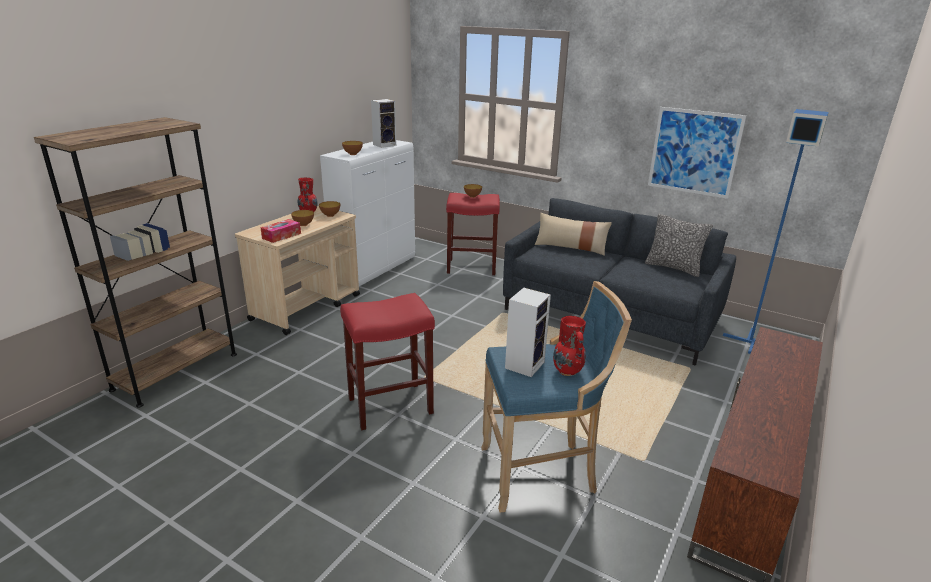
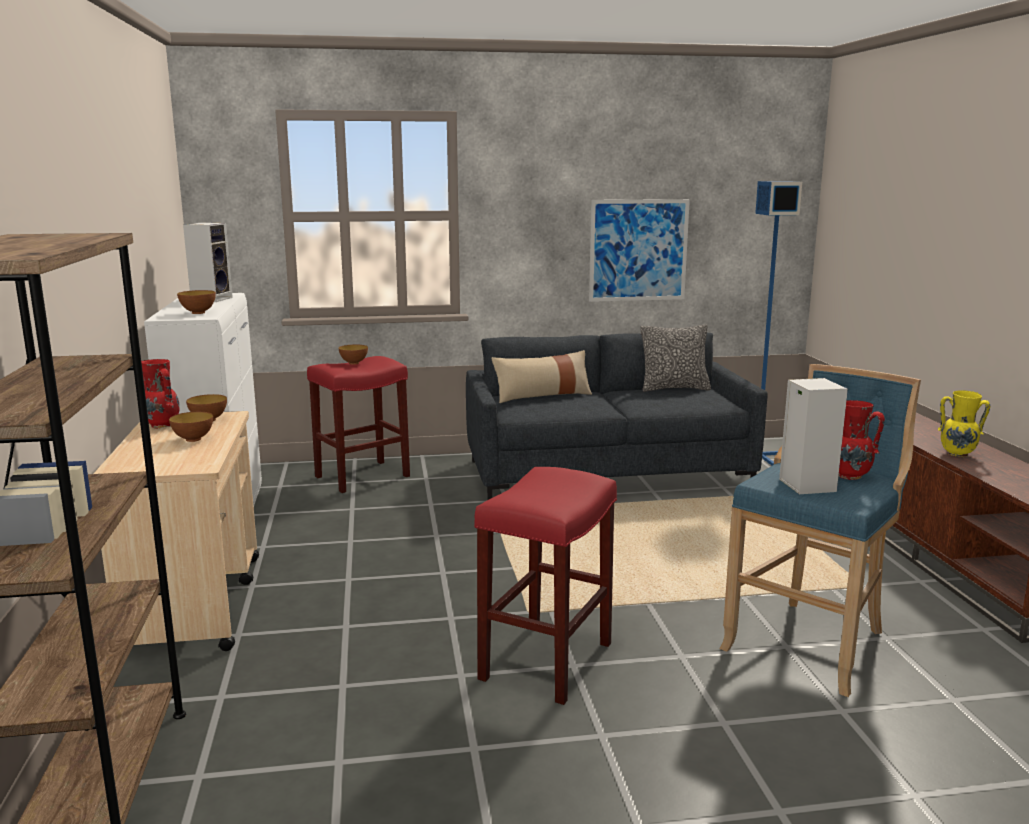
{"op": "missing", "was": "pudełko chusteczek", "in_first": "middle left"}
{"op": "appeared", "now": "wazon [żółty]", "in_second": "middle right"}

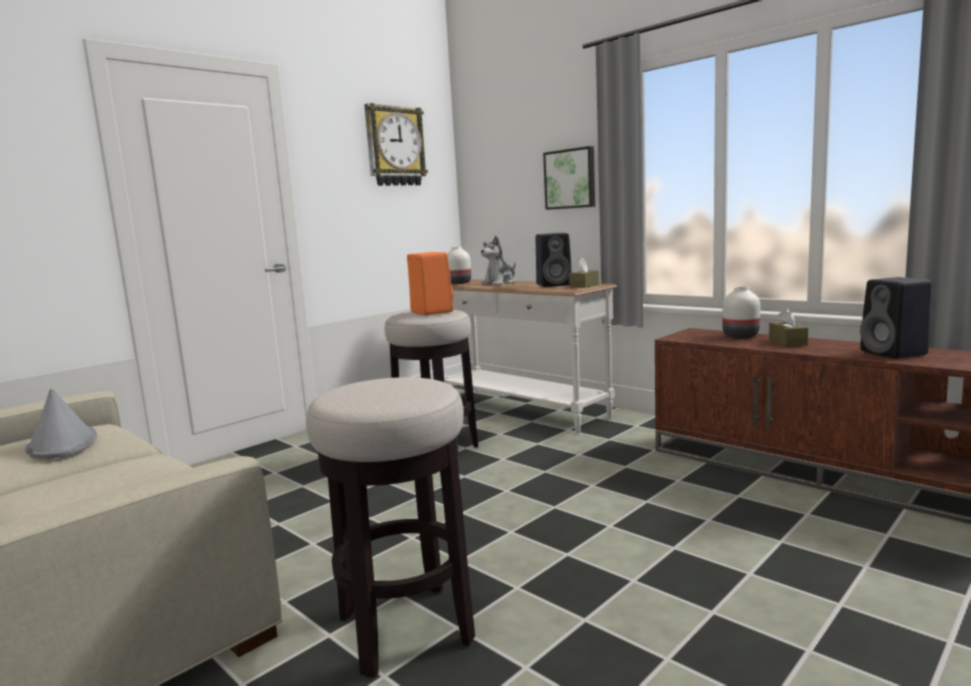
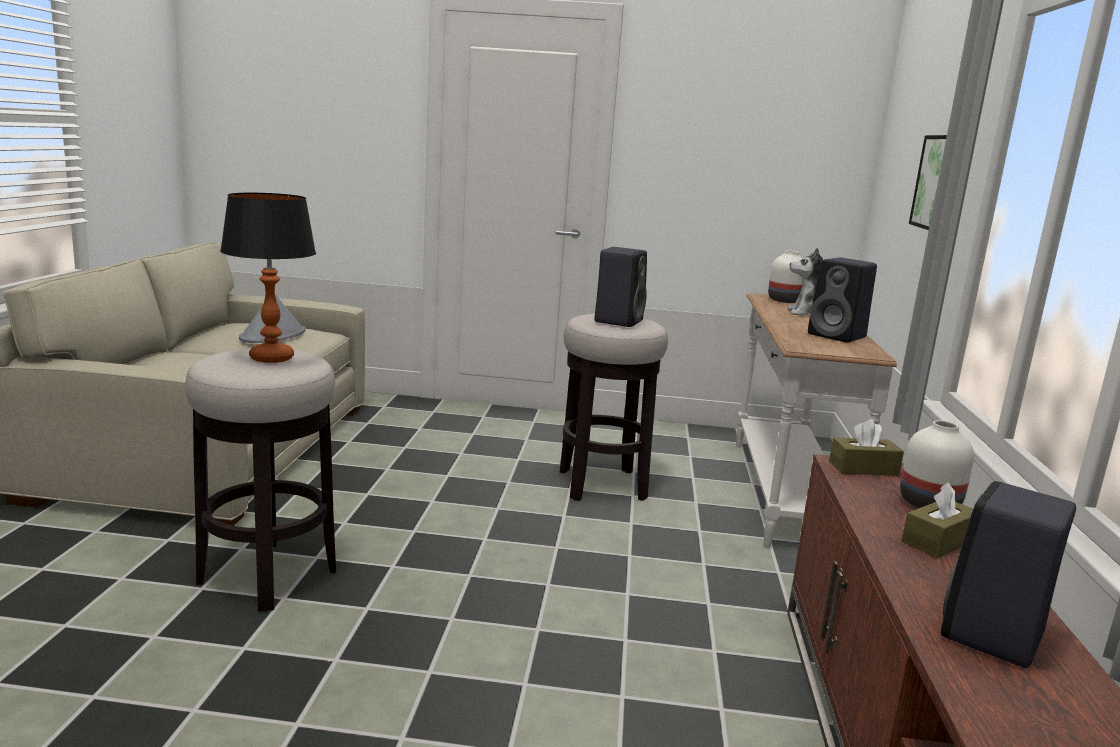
{"op": "missing", "was": "zegar ścienny", "in_first": "top centre"}
{"op": "appeared", "now": "lampa stołowa", "in_second": "middle left"}
{"op": "relocated", "was": "pudełko chusteczek [brązowy] (no. 1 from left)", "in_first": "centre", "in_second": "middle right"}
{"op": "colour", "was": "głośnik [pomarańczowy]", "now": "głośnik [czarny] (no. 1 from left)", "in_first": "centre", "in_second": "centre"}

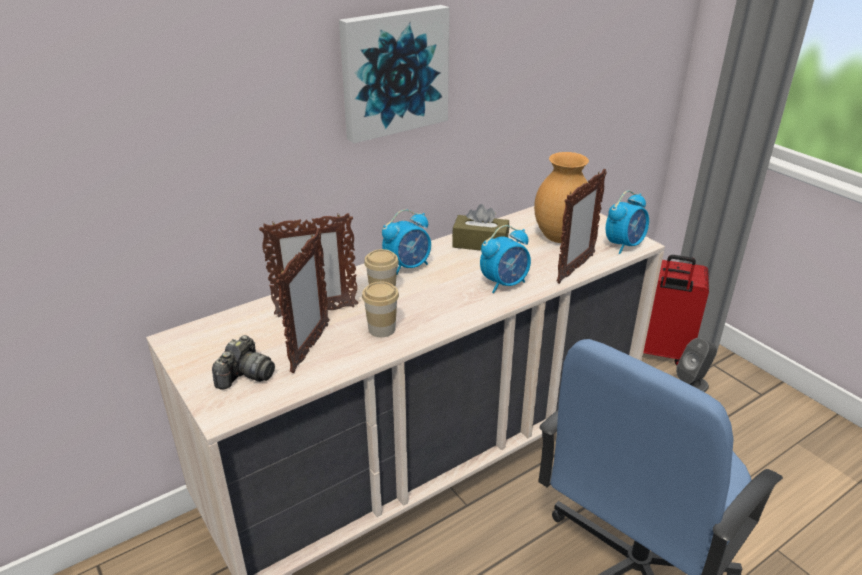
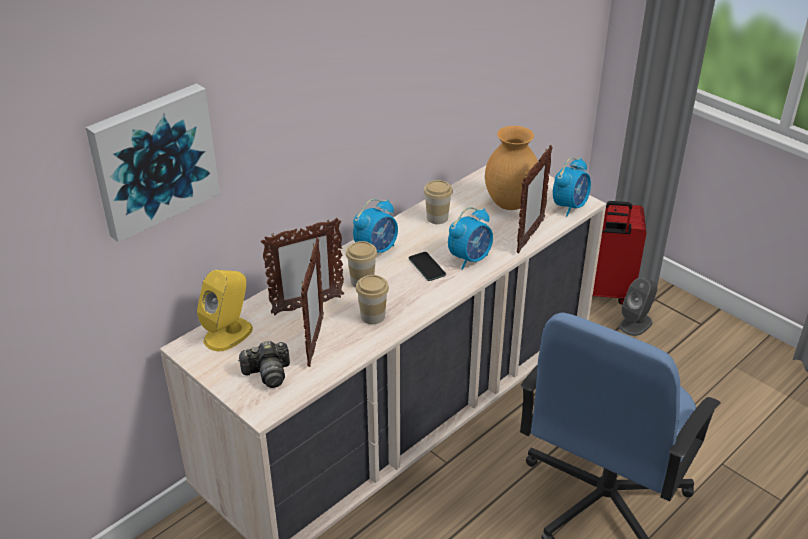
{"op": "appeared", "now": "głośnik [żółty]", "in_second": "middle left"}
{"op": "appeared", "now": "telefon", "in_second": "centre"}
{"op": "relocated", "was": "obraz", "in_first": "top centre", "in_second": "top left"}
{"op": "exchanged", "was": "pudełko chusteczek [brązowy]", "now": "filiżanka (no. 3 from left)", "in_first": "centre", "in_second": "centre"}
{"op": "spun", "was": "aparat fotograficzny", "in_first": "middle left", "in_second": "bottom left", "clockwise": 60}

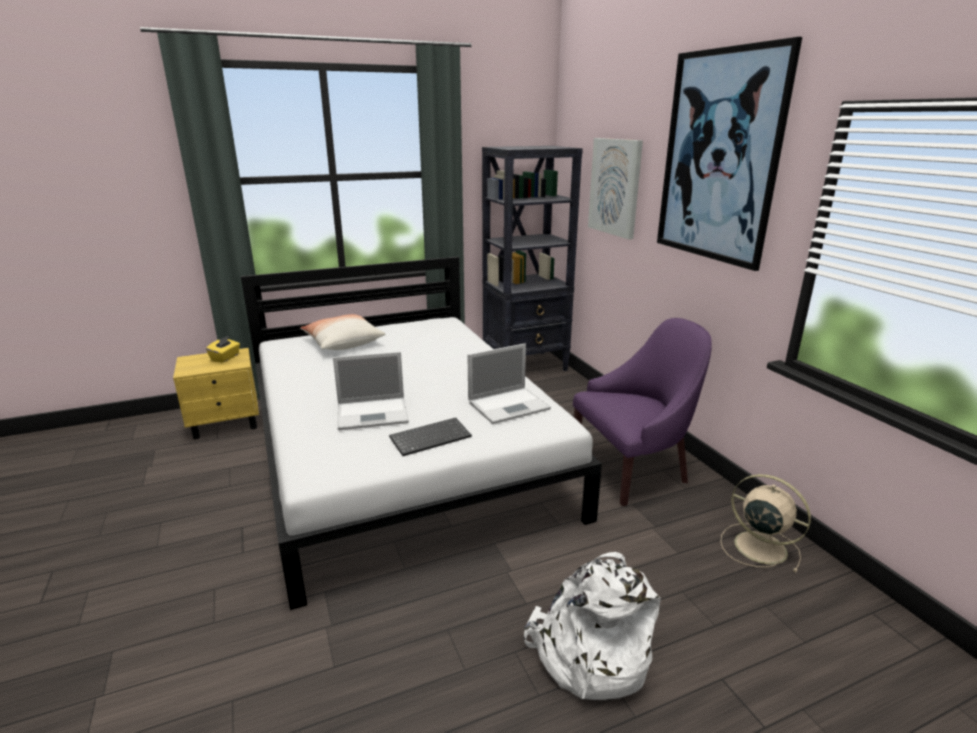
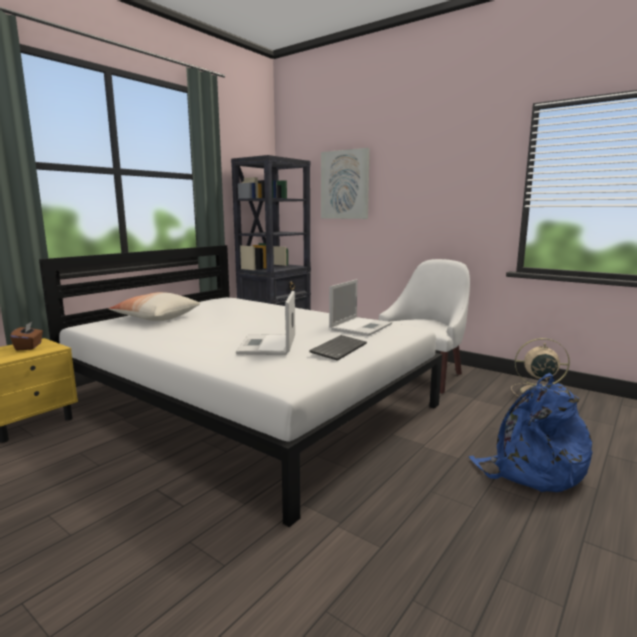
{"op": "missing", "was": "obraz (no. 2 from left)", "in_first": "top right"}
{"op": "colour", "was": "pudełko chusteczek [żółty]", "now": "pudełko chusteczek [brązowy]", "in_first": "middle left", "in_second": "middle left"}
{"op": "colour", "was": "plecak [biały]", "now": "plecak [niebieski]", "in_first": "bottom centre", "in_second": "bottom right"}
{"op": "colour", "was": "fotel [fioletowy]", "now": "fotel [biały]", "in_first": "centre", "in_second": "centre"}
{"op": "spun", "was": "laptop (no. 1 from left)", "in_first": "centre", "in_second": "centre", "clockwise": 135}

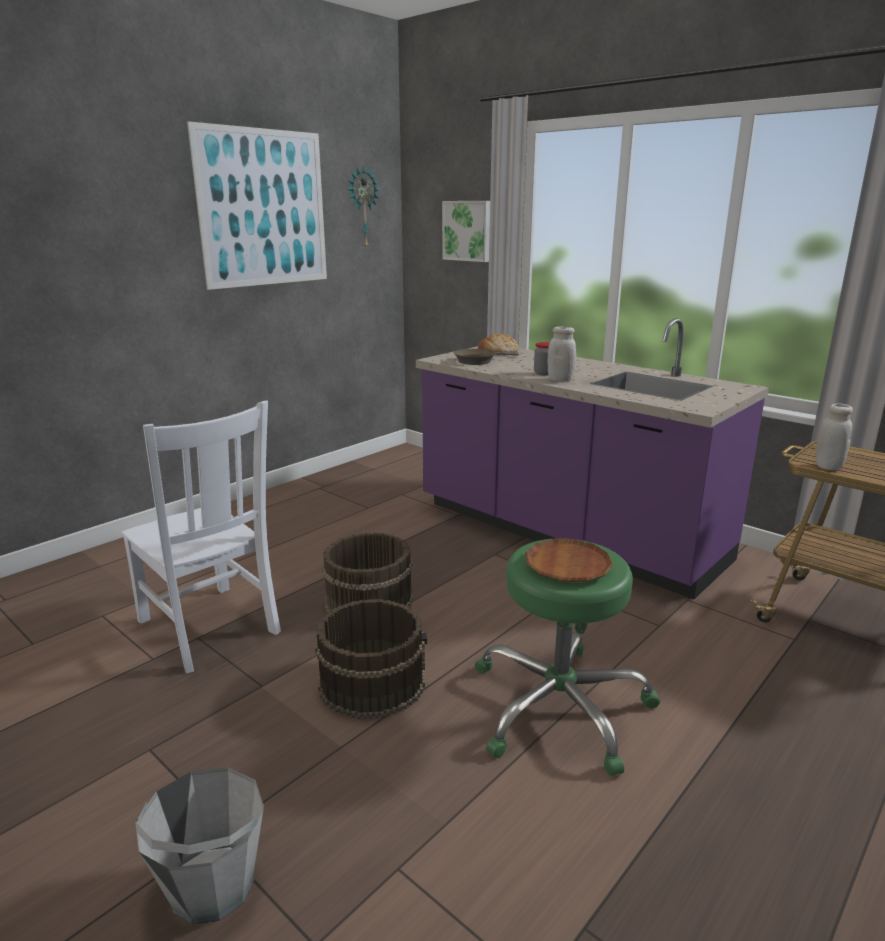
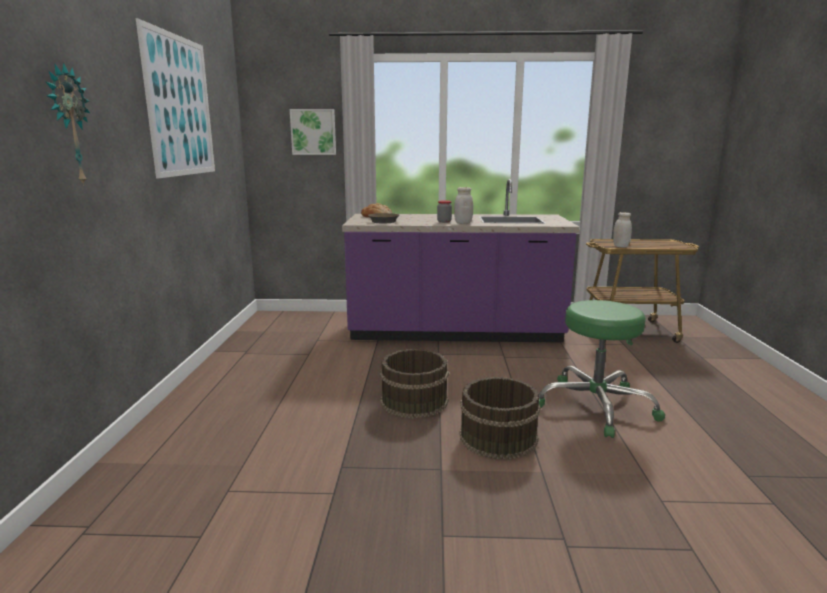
{"op": "missing", "was": "krzesło [biały]", "in_first": "middle left"}
{"op": "missing", "was": "wiadro [szary]", "in_first": "bottom left"}
{"op": "missing", "was": "talerz [brązowy]", "in_first": "centre"}
{"op": "relocated", "was": "zegar ścienny", "in_first": "top centre", "in_second": "top left"}

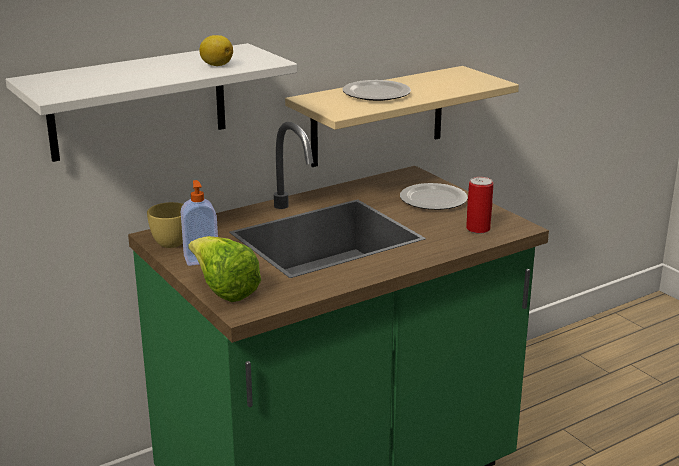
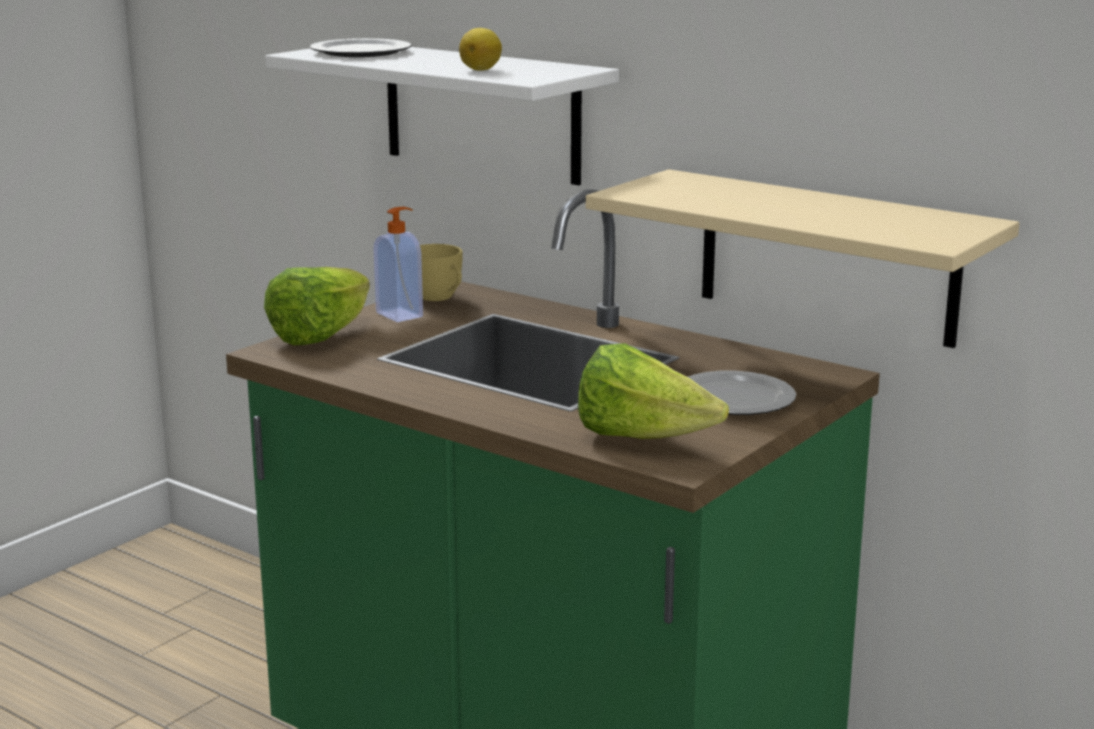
{"op": "relocated", "was": "talerz (no. 1 from left)", "in_first": "top centre", "in_second": "top left"}
{"op": "exchanged", "was": "puszka", "now": "sałata (no. 2 from left)", "in_first": "middle right", "in_second": "centre"}

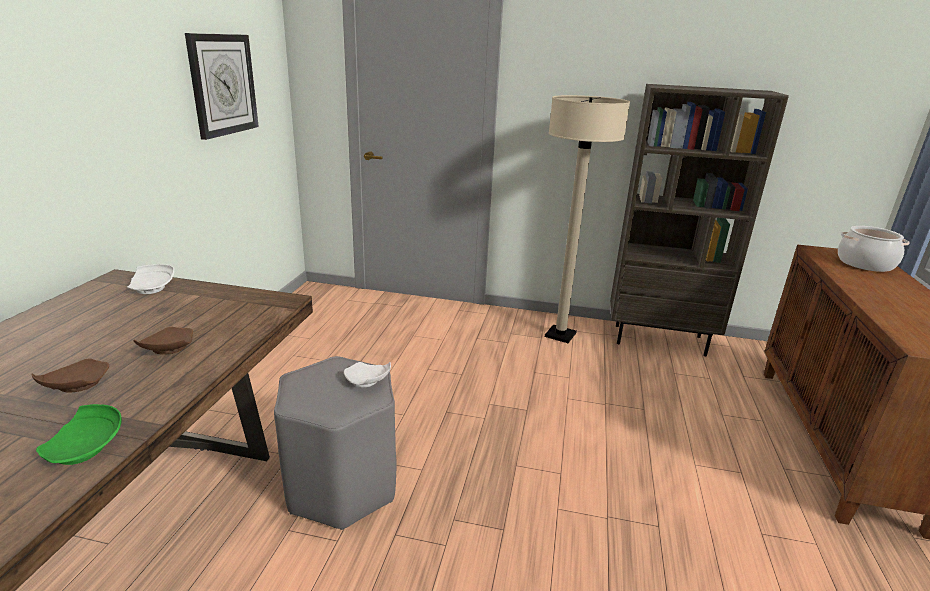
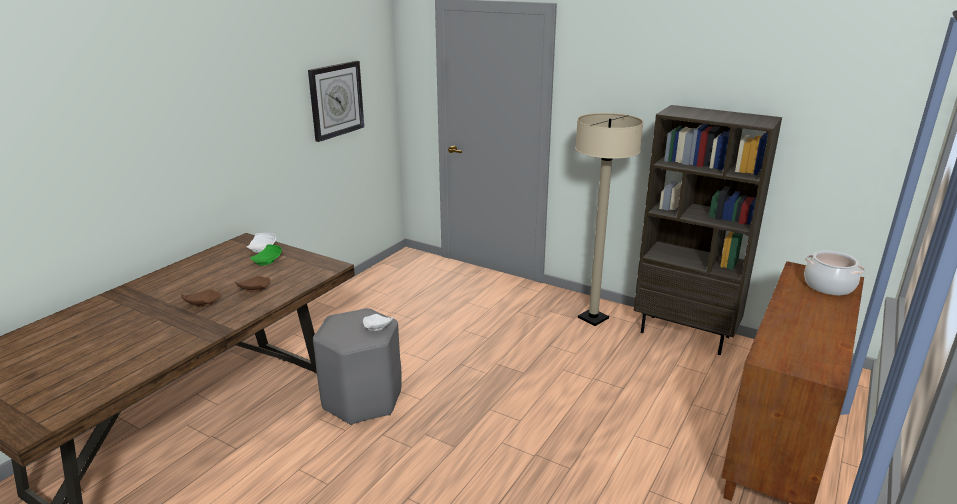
{"op": "relocated", "was": "talerz [zielony]", "in_first": "bottom left", "in_second": "middle left"}

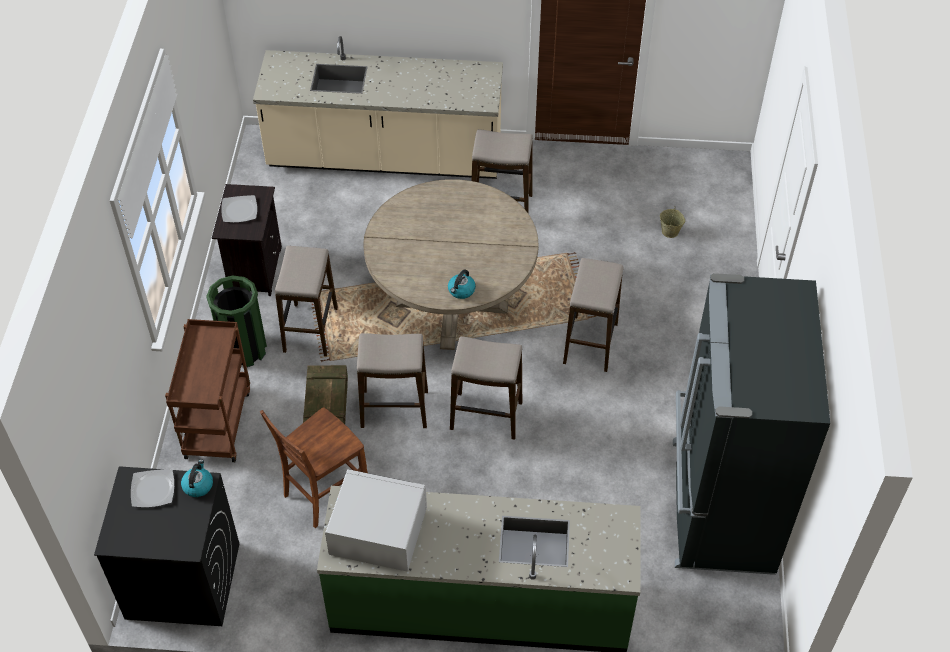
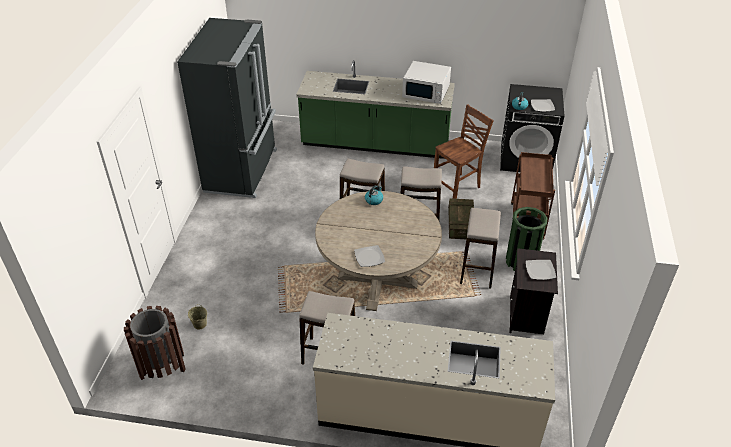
{"op": "missing", "was": "stołek (no. 5 from left)", "in_first": "centre"}
{"op": "appeared", "now": "kosz na śmieci [brązowy]", "in_second": "bottom left"}
{"op": "appeared", "now": "talerz (no. 1 from left)", "in_second": "centre"}

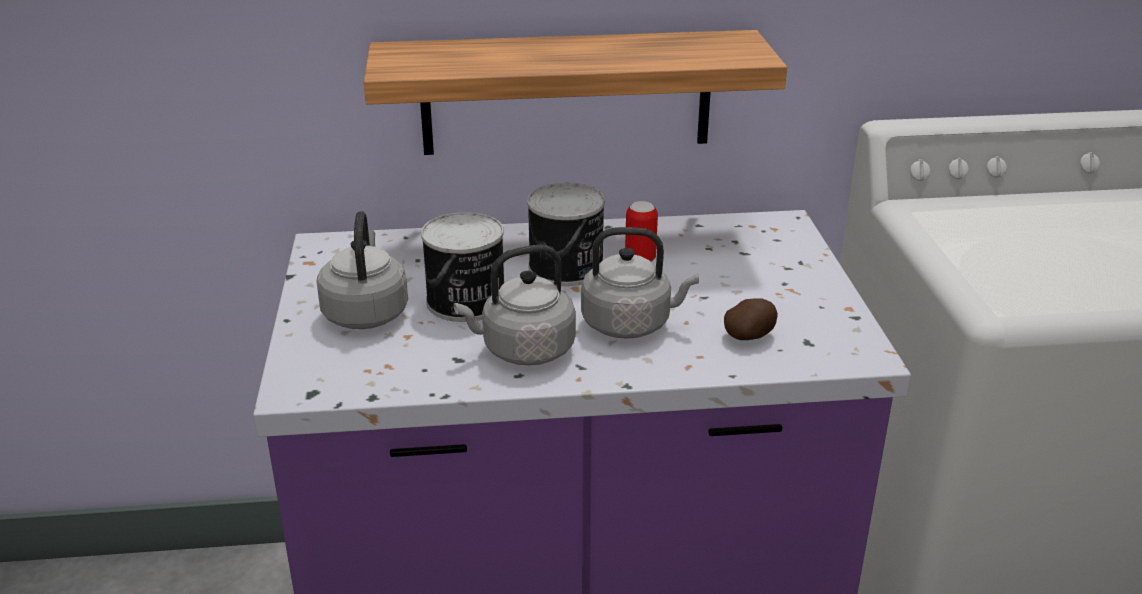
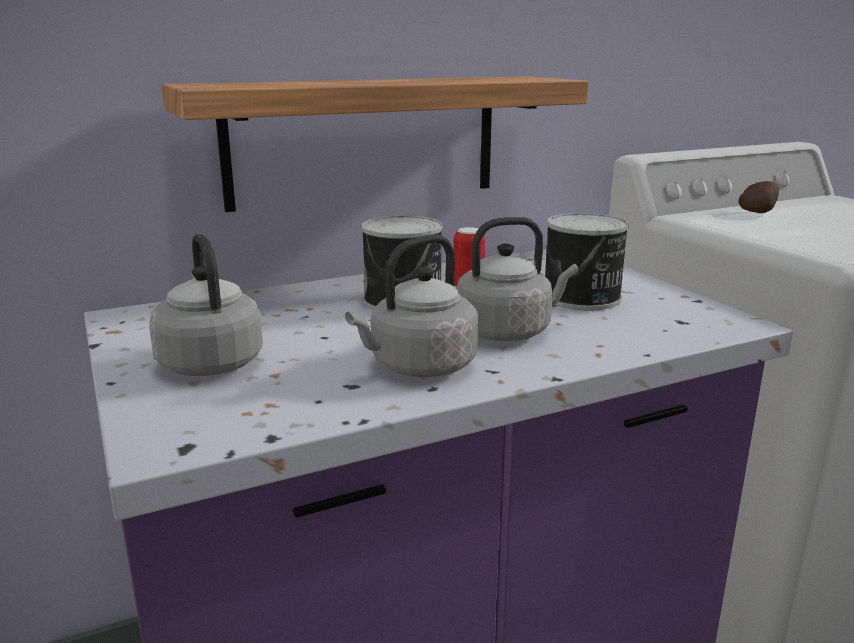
{"op": "relocated", "was": "puszka (no. 1 from left in the first image)", "now": "puszka (no. 3 from left)", "in_first": "centre", "in_second": "middle right"}
{"op": "relocated", "was": "ziemniak", "in_first": "centre", "in_second": "top right"}

